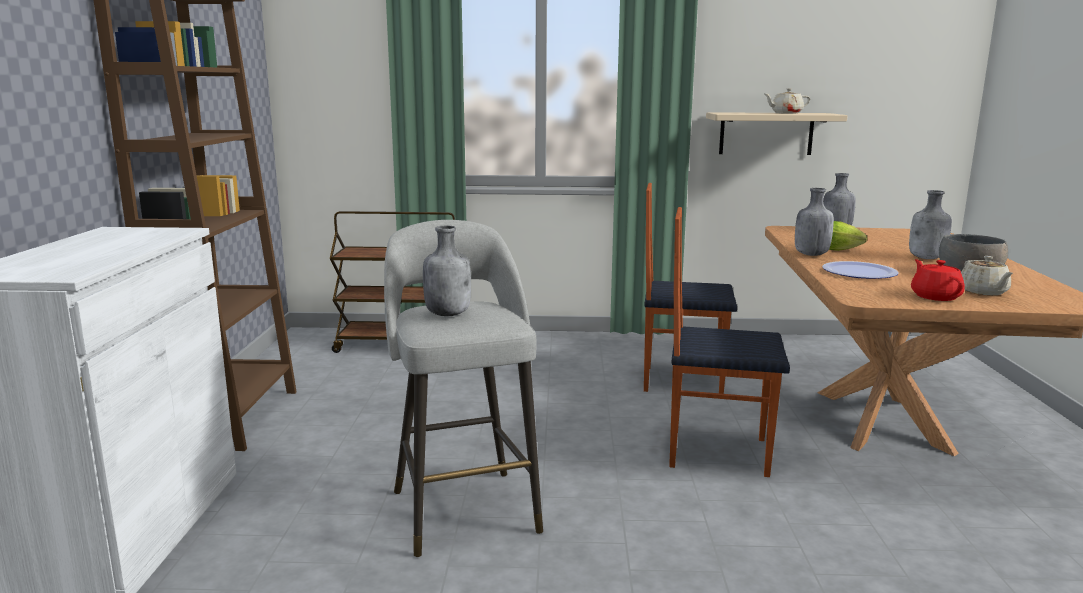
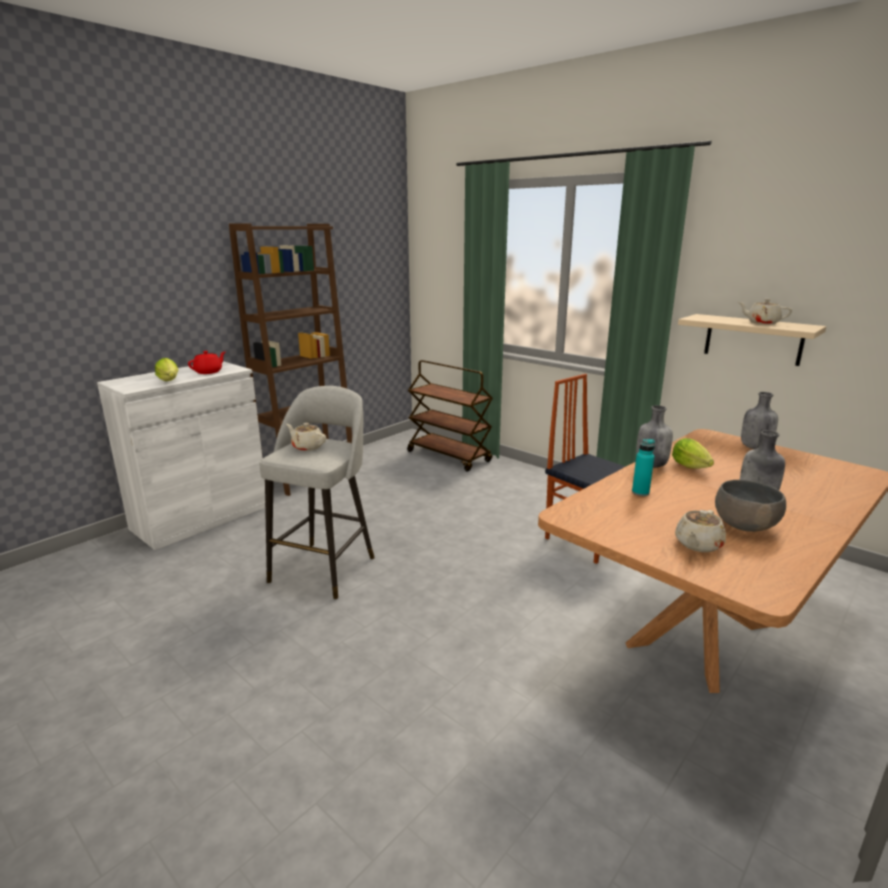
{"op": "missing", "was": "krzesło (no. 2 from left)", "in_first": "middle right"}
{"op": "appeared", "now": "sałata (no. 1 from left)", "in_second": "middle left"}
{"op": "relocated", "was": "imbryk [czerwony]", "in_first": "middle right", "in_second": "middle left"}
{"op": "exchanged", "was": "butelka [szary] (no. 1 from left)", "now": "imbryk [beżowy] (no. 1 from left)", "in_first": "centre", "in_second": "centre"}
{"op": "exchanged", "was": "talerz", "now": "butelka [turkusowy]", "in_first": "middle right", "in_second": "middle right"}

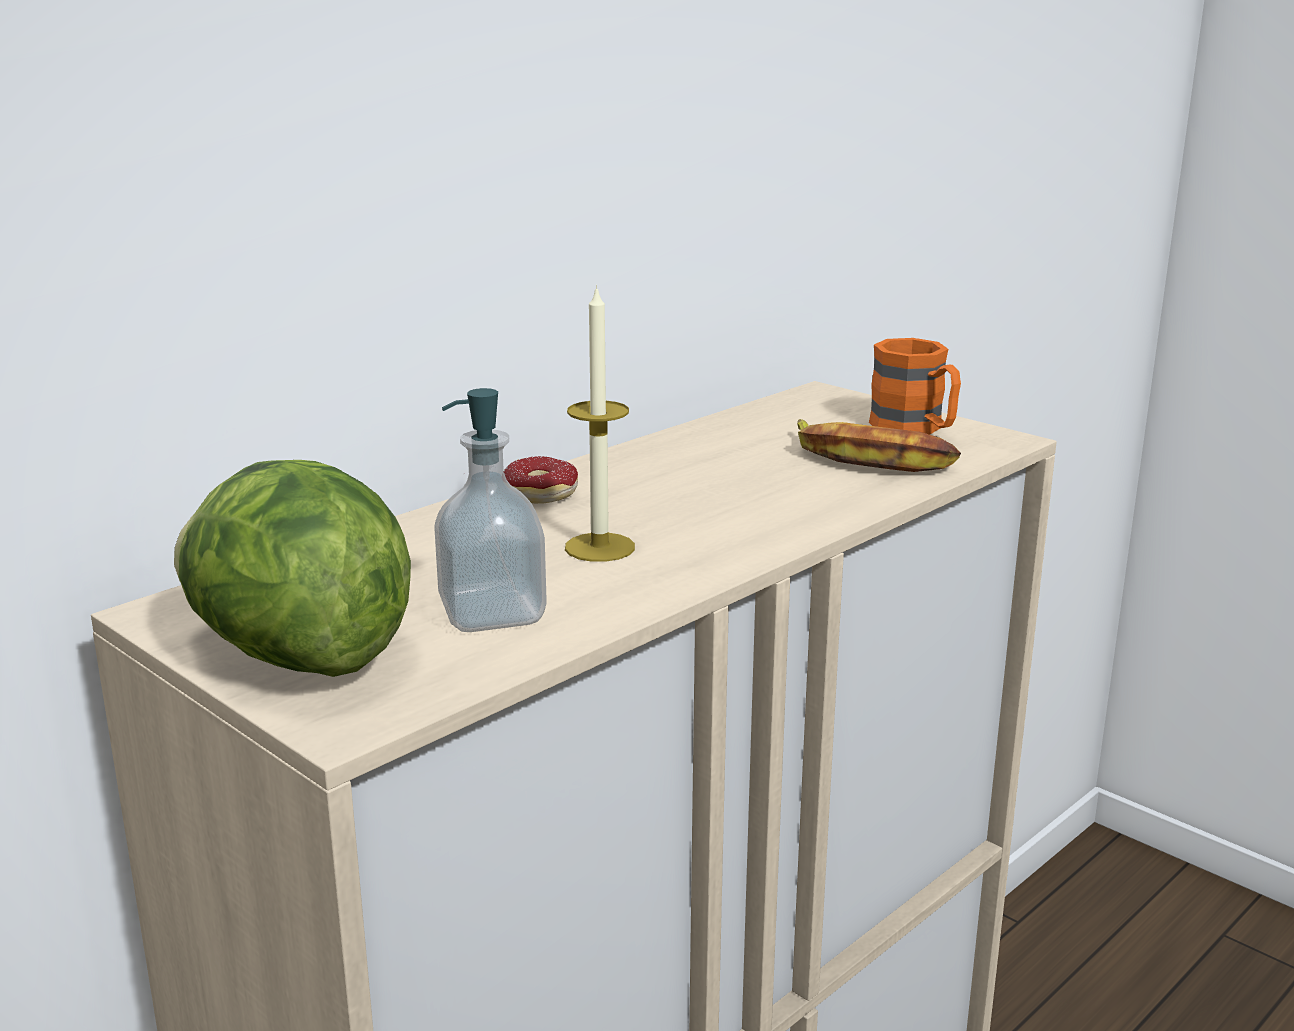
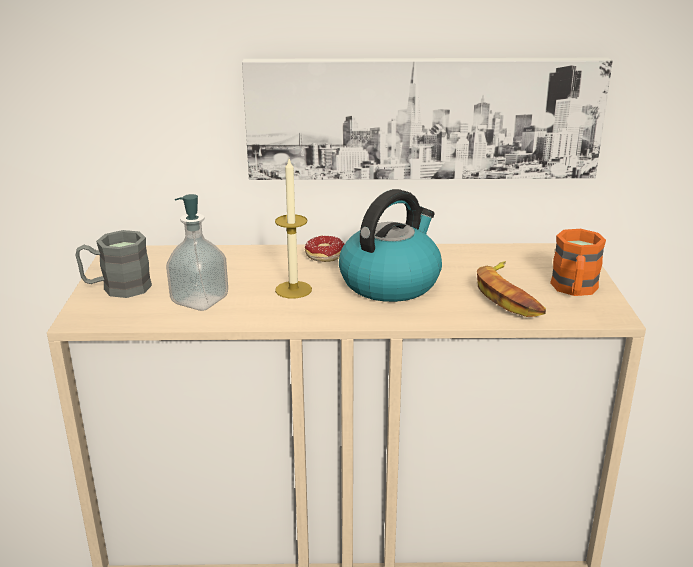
{"op": "appeared", "now": "obraz", "in_second": "top centre"}
{"op": "appeared", "now": "czajnik", "in_second": "centre"}
{"op": "exchanged", "was": "sałata", "now": "kubek [szary]", "in_first": "middle left", "in_second": "middle left"}

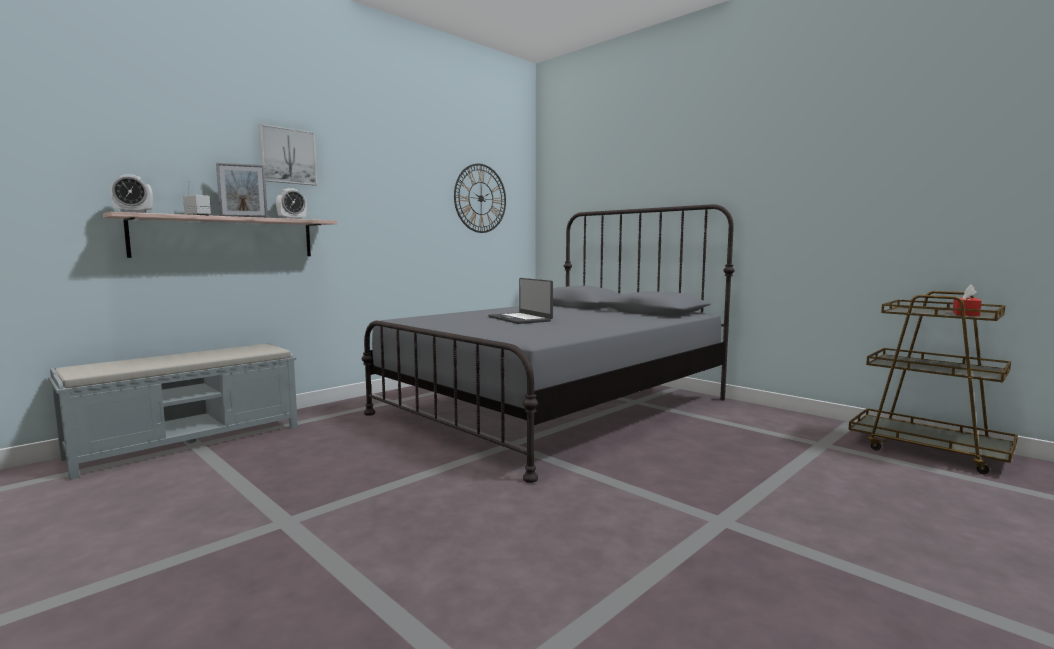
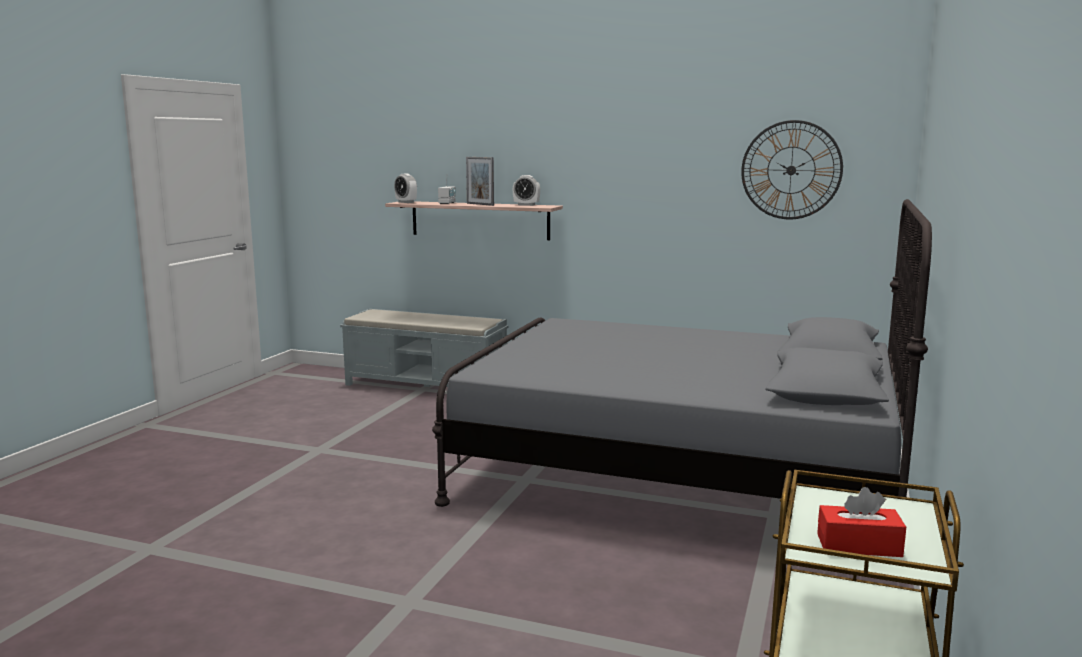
{"op": "missing", "was": "obraz", "in_first": "top left"}
{"op": "missing", "was": "laptop", "in_first": "centre"}

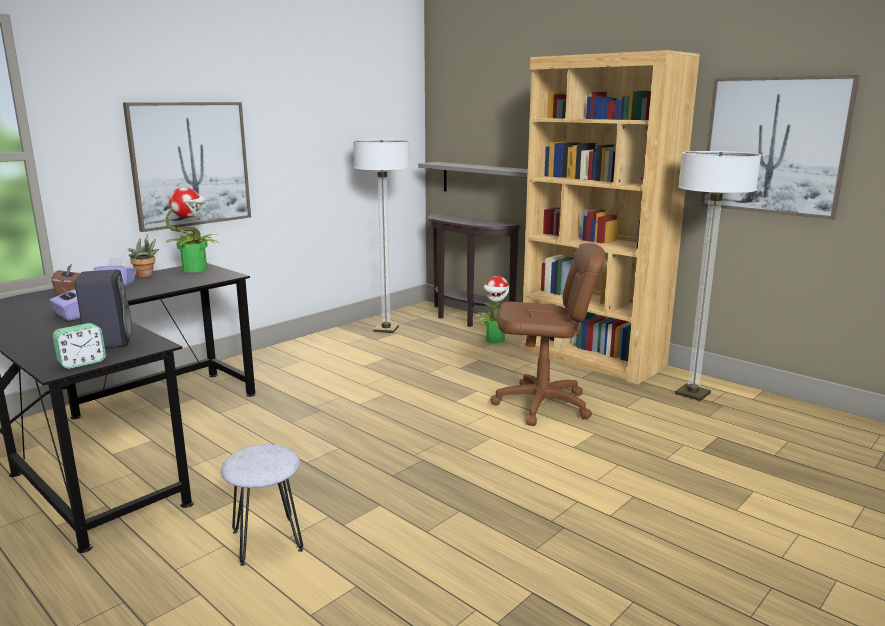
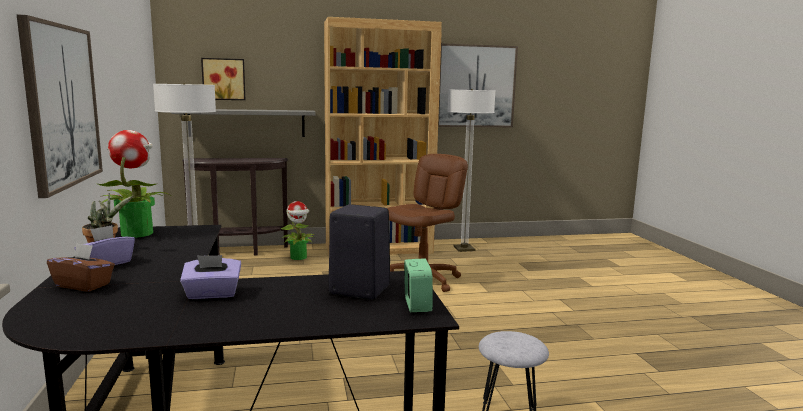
{"op": "appeared", "now": "obraz (no. 2 from left)", "in_second": "top left"}

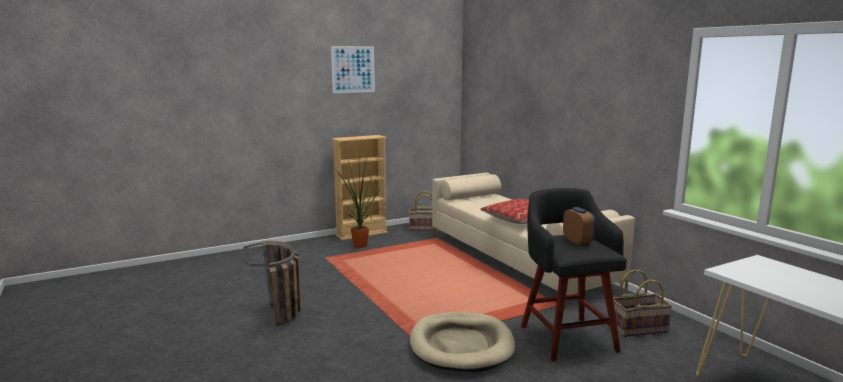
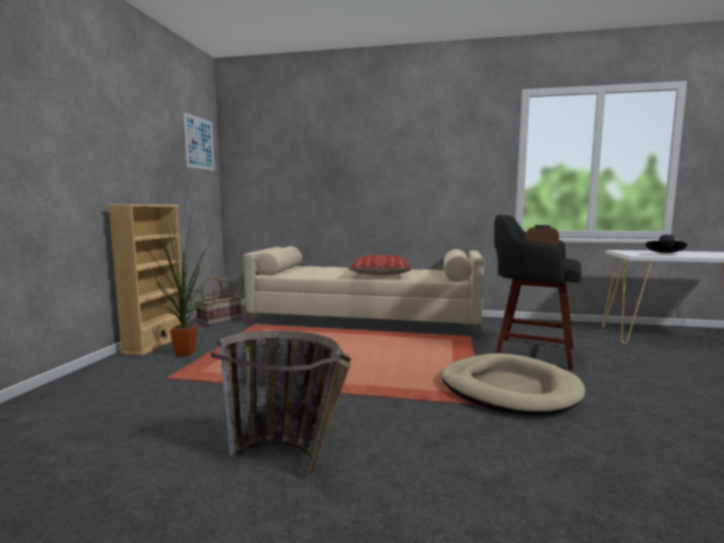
{"op": "missing", "was": "koszyk (no. 3 from left)", "in_first": "bottom right"}
{"op": "appeared", "now": "kapelusz [czarny]", "in_second": "middle right"}
{"op": "relocated", "was": "obraz", "in_first": "top centre", "in_second": "top left"}

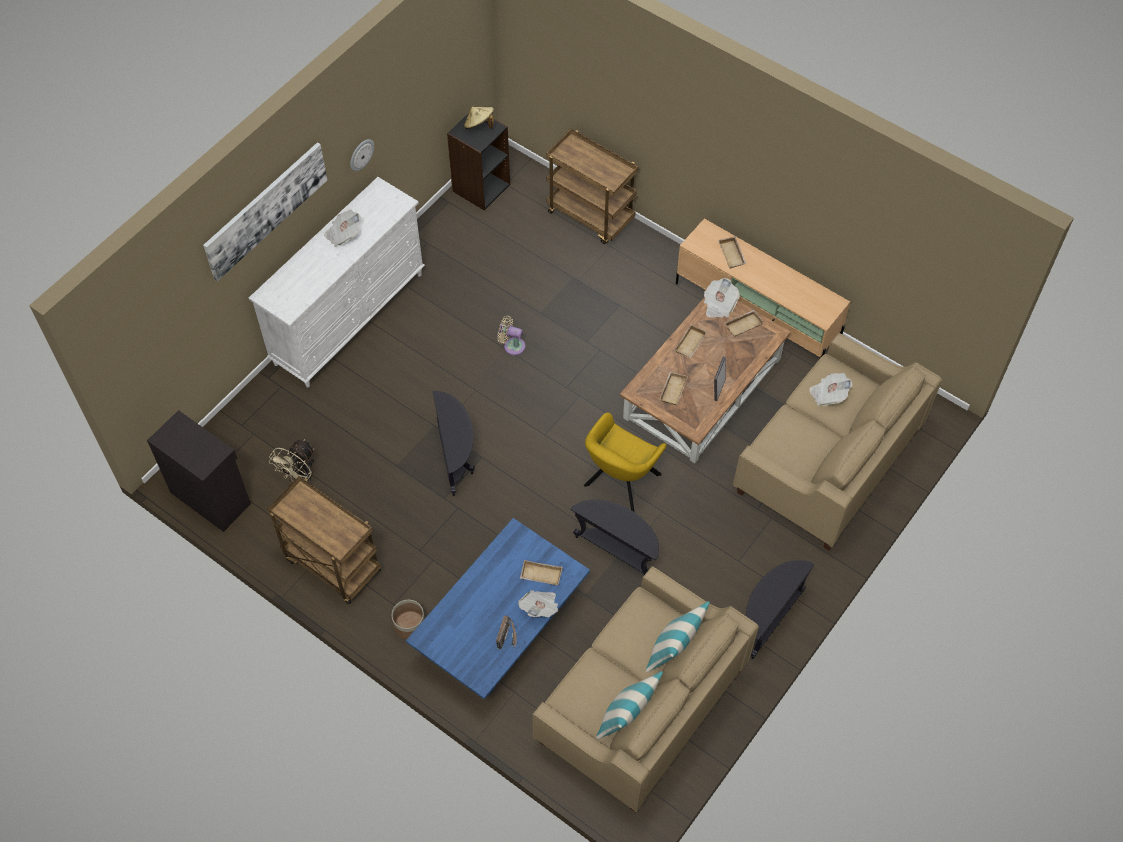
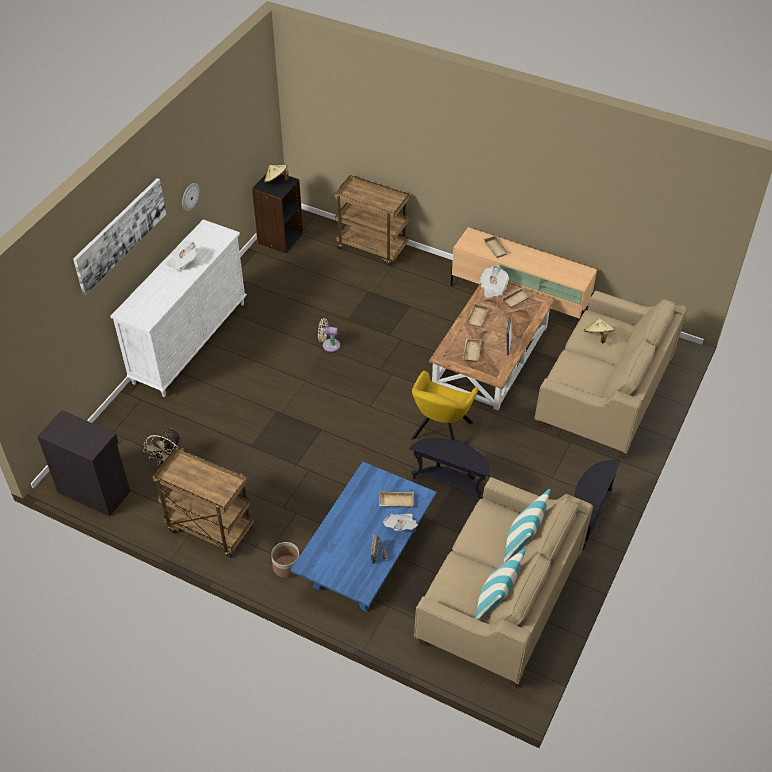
{"op": "missing", "was": "stolik [czarny] (no. 1 from left)", "in_first": "centre"}
{"op": "exchanged", "was": "gazeta (no. 4 from left)", "now": "kapelusz [beżowy] (no. 2 from left)", "in_first": "middle right", "in_second": "middle right"}

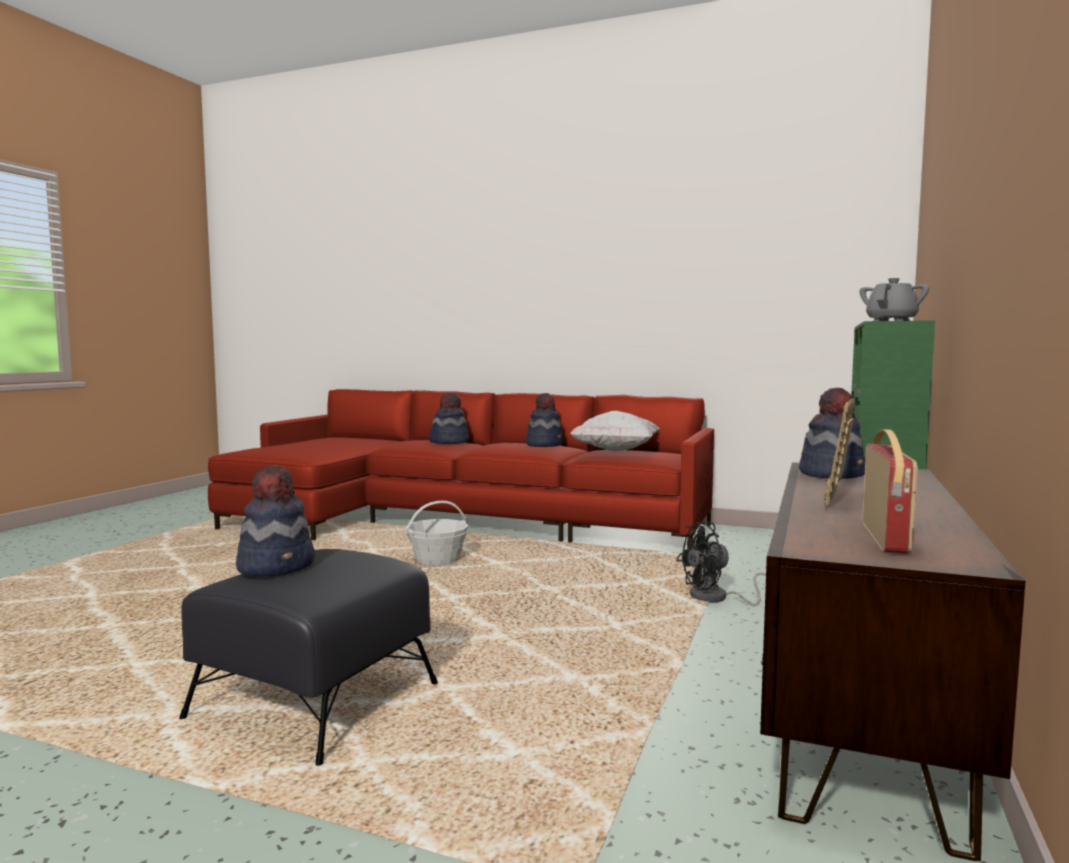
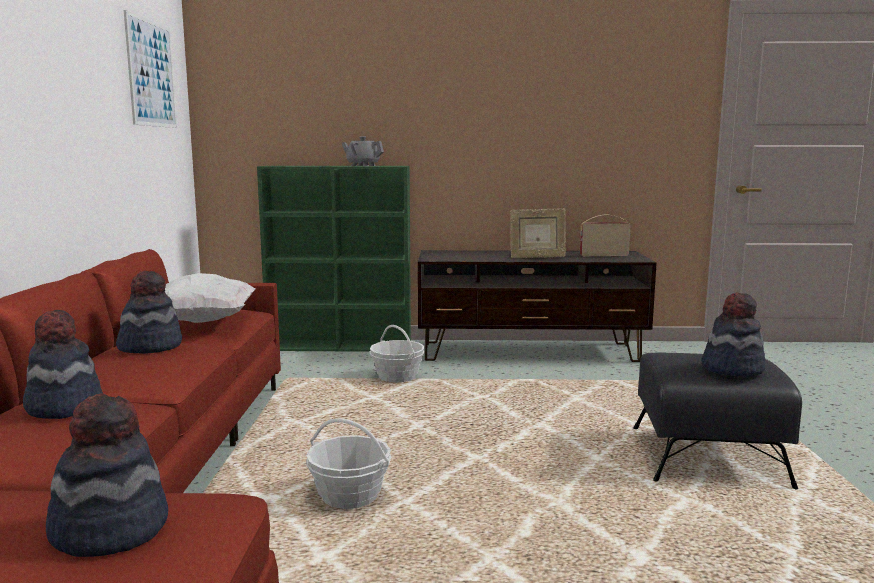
{"op": "appeared", "now": "obraz", "in_second": "top left"}
{"op": "relocated", "was": "kapelusz (no. 4 from left in the first image)", "now": "kapelusz (no. 2 from left)", "in_first": "middle right", "in_second": "bottom left"}
{"op": "exchanged", "was": "wentylator [czarny]", "now": "koszyk (no. 2 from left)", "in_first": "middle right", "in_second": "centre"}

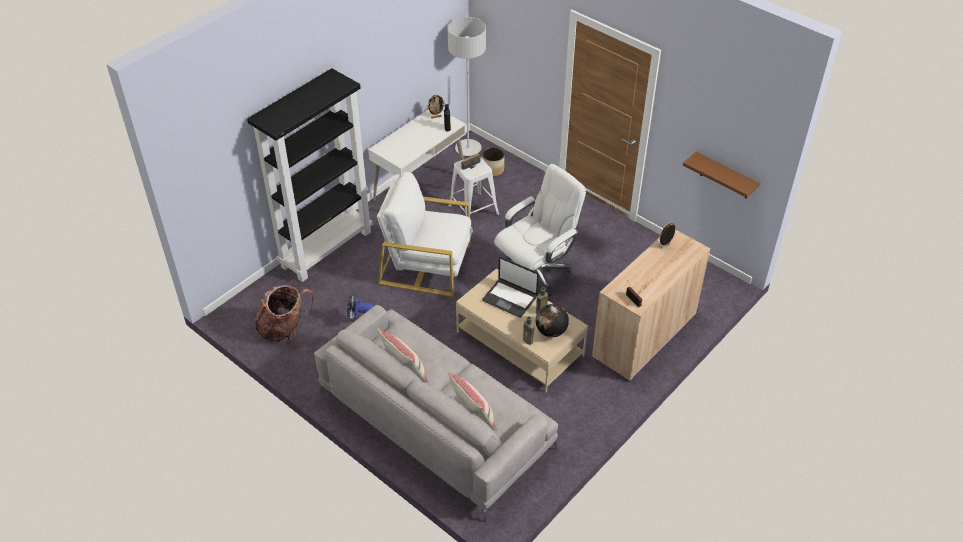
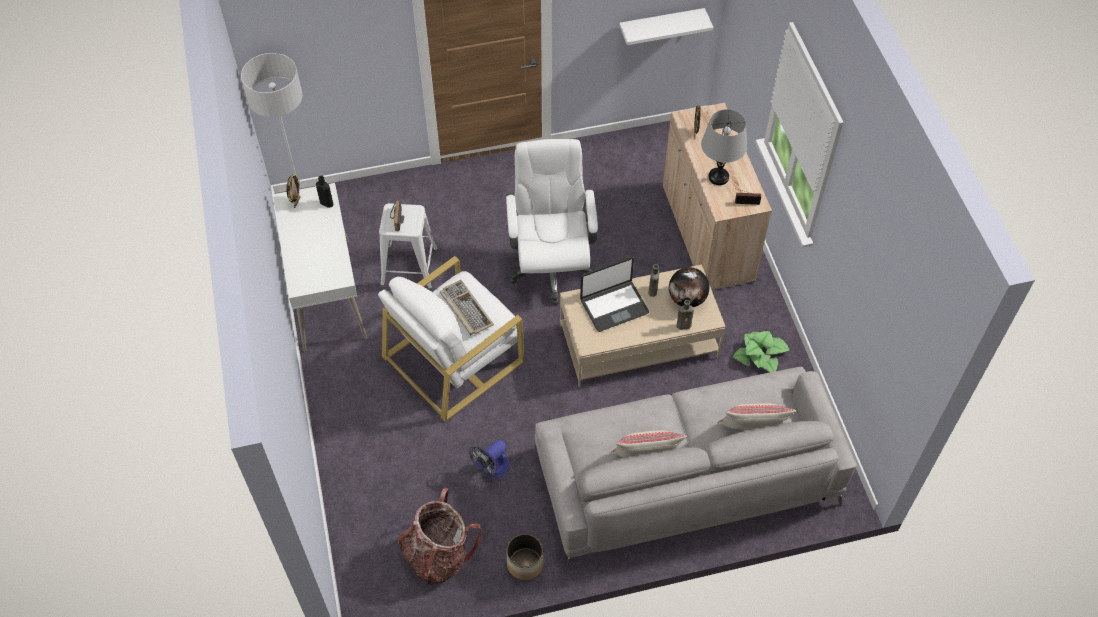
{"op": "missing", "was": "regał [czarny]", "in_first": "top left"}
{"op": "appeared", "now": "klawiatura", "in_second": "centre"}
{"op": "appeared", "now": "lampa stołowa [szary]", "in_second": "top centre"}
{"op": "appeared", "now": "roślina doniczkowa", "in_second": "middle right"}
{"op": "relocated", "was": "donica", "in_first": "top centre", "in_second": "bottom centre"}
{"op": "colour", "was": "półka [brązowy]", "now": "półka [biały]", "in_first": "top right", "in_second": "top centre"}

